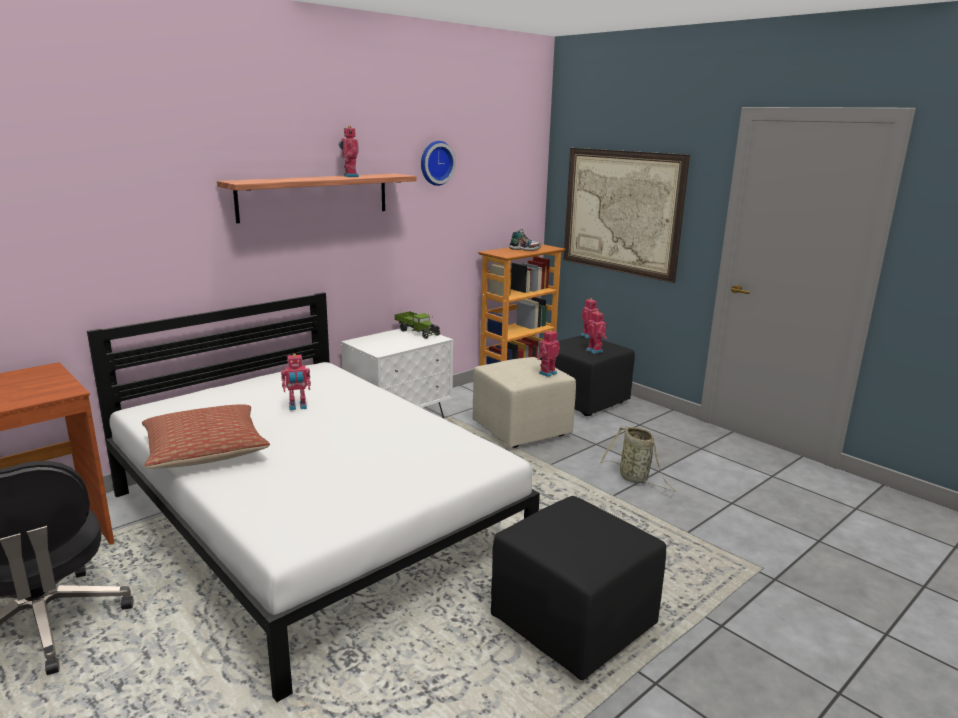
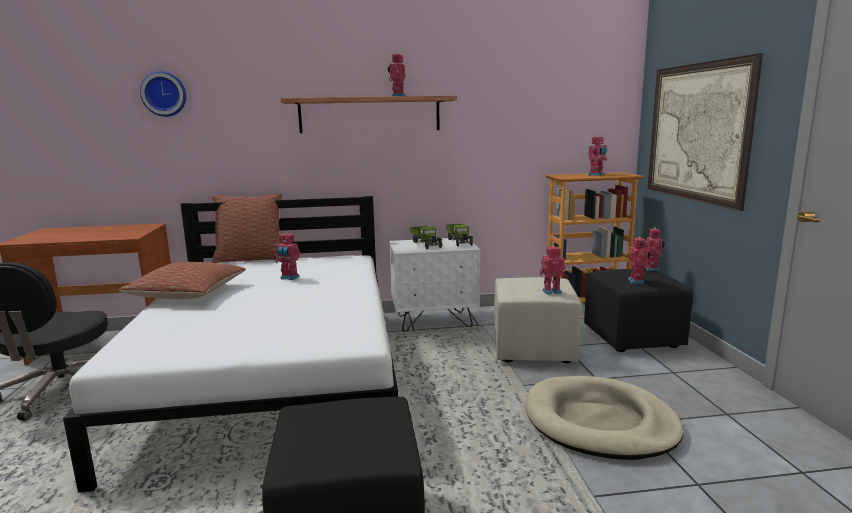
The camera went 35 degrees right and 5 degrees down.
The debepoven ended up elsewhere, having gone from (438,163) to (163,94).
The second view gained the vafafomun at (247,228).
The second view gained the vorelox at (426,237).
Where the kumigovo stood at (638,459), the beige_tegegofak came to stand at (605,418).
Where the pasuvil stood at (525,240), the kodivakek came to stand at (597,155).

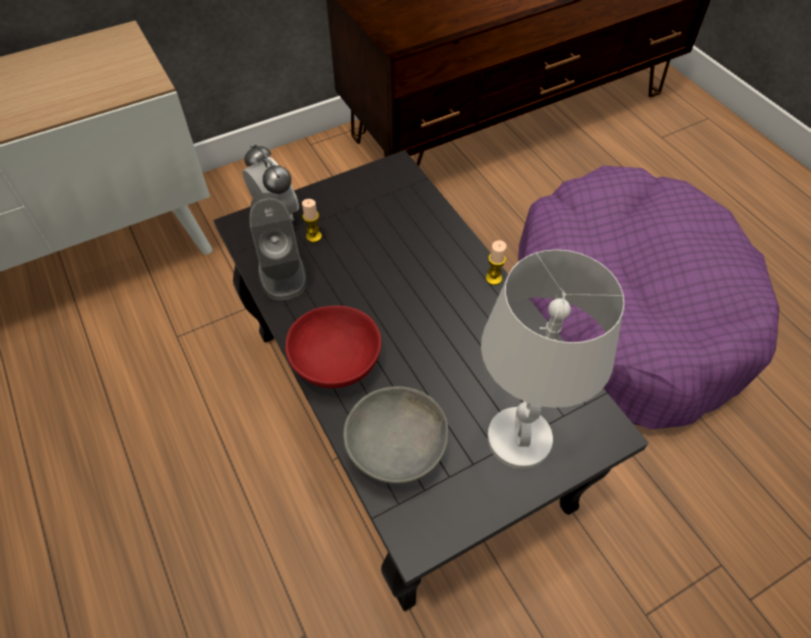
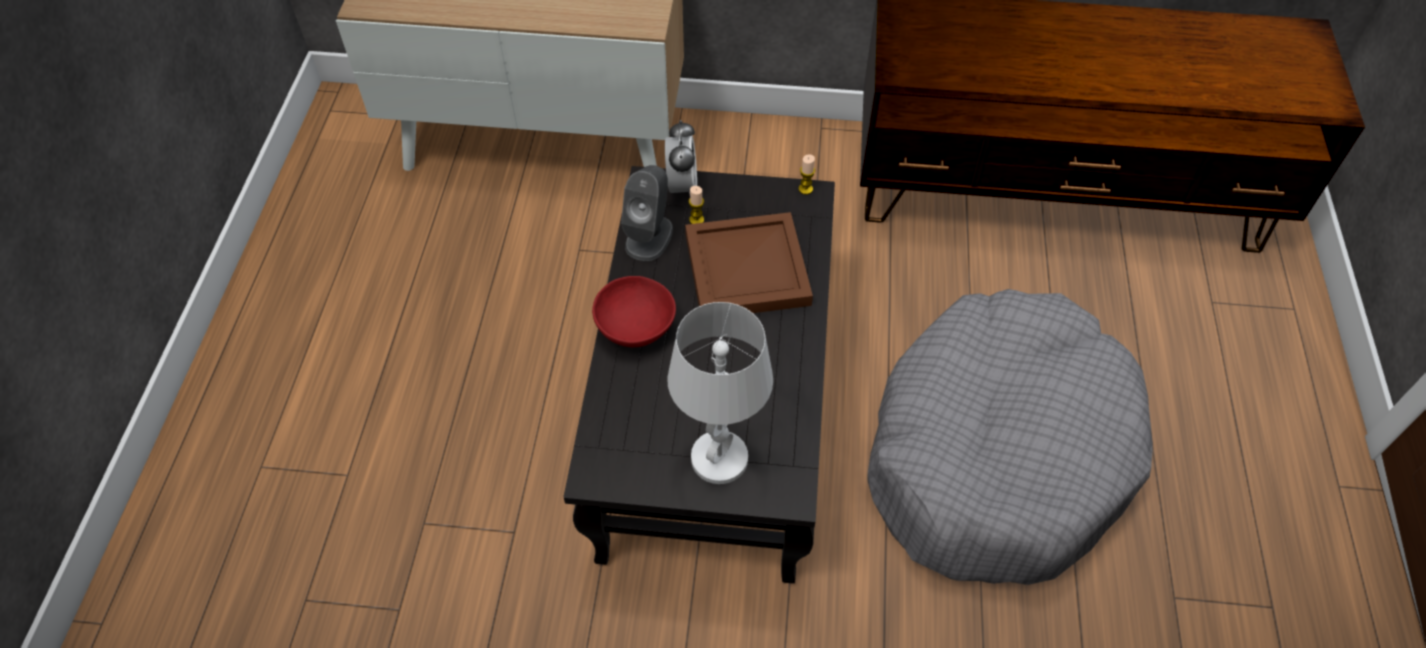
The camera went 35 degrees right and 0 degrees up.
The second view gained the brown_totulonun at (749,262).
The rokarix ended up elsewhere, having gone from (495,262) to (807,174).
What was the purple_tegegofak at (648,297) turned into the grey_tegegofak at (1010,437).
The second view lost the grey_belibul at (395,435).

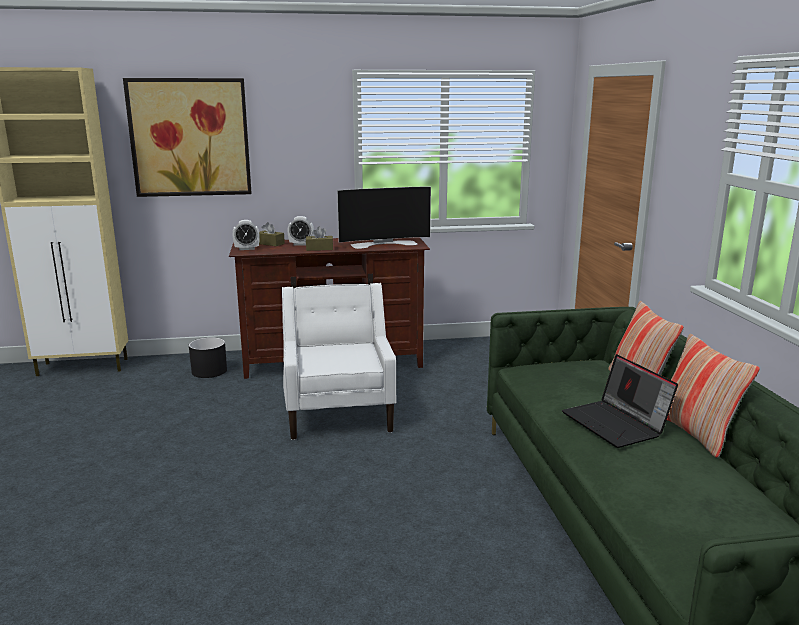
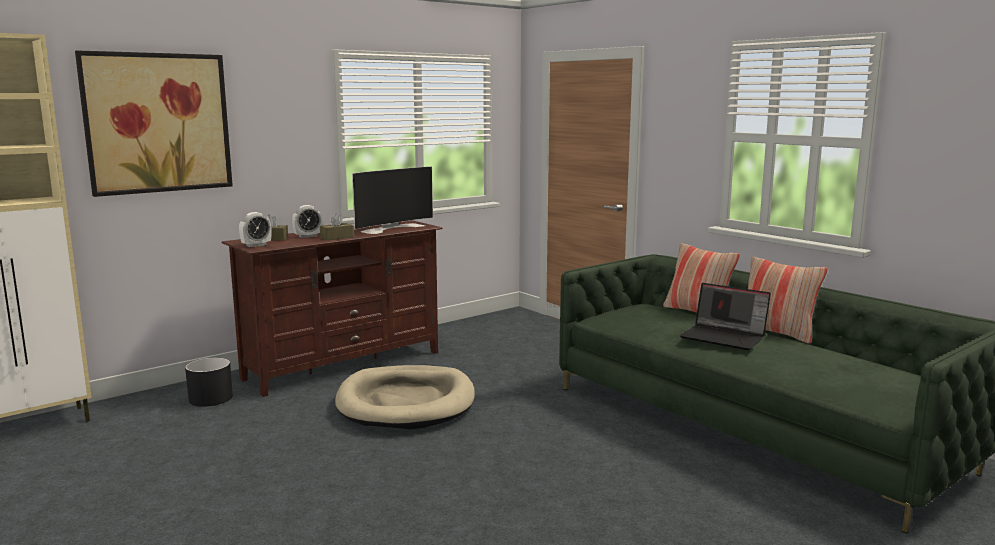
The camera went 30 degrees left and 5 degrees down.
Where the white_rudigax stood at (339,361), the beige_tegegofak came to stand at (405,397).

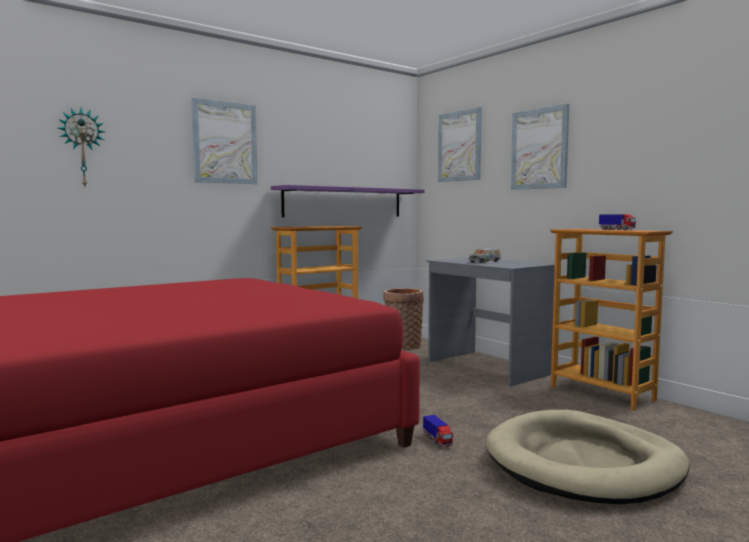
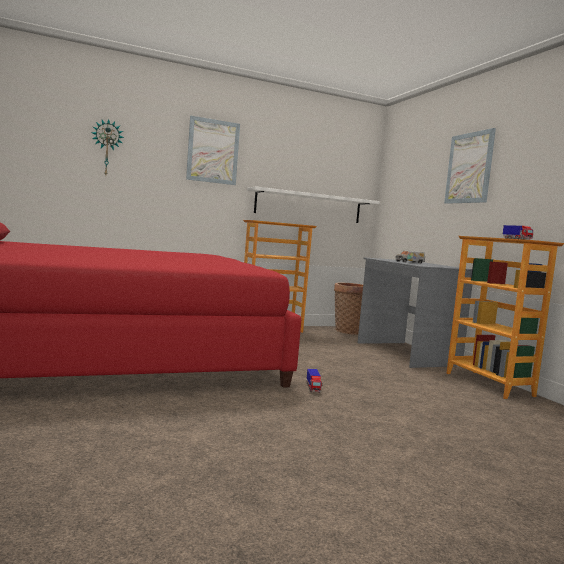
The camera went 15 degrees right and 0 degrees up.
What was the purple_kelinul at (347,201) turned into the white_kelinul at (313,204).
The second view lost the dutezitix at (460,144).
The second view lost the beige_tegegofak at (587,457).

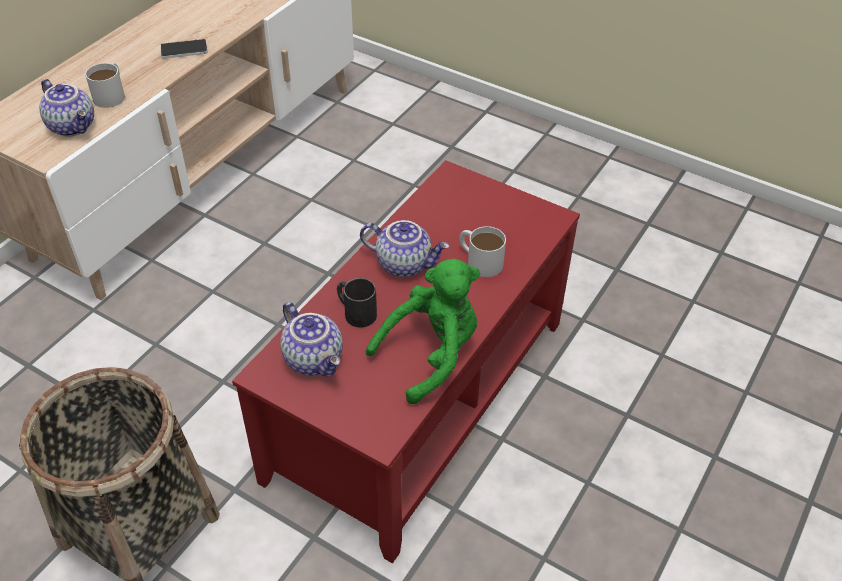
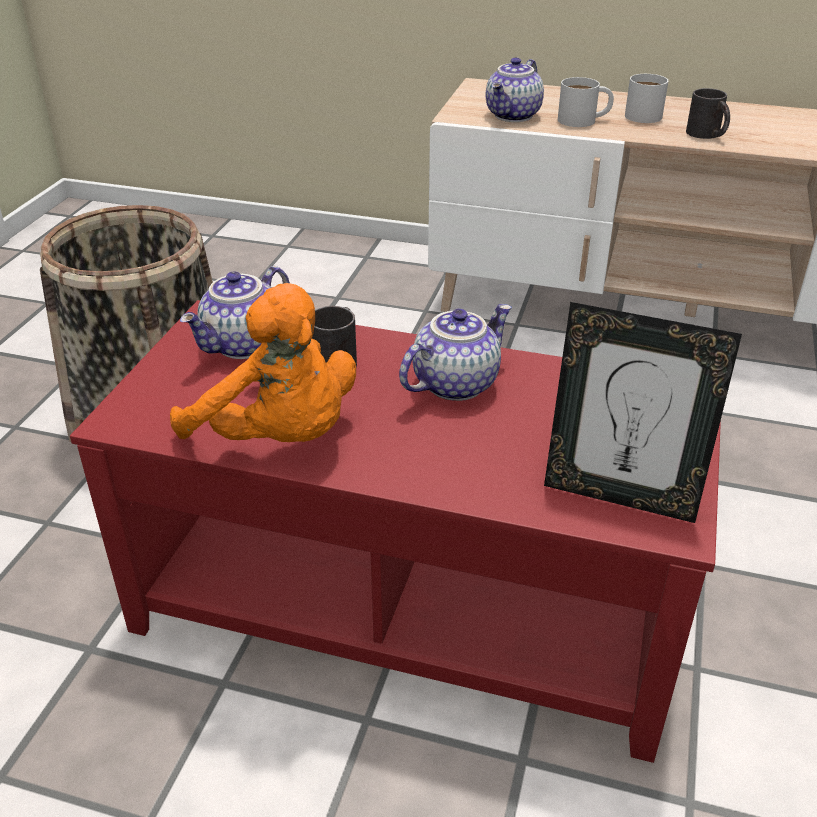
The camera went 75 degrees right and 10 degrees down.
What was the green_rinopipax at (423,331) turned into the orange_rinopipax at (263,362).
The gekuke at (404,248) ended up facing another way, 135 degrees counterclockwise from before.
The second view gained the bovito at (643,412).
The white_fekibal ended up elsewhere, having gone from (482,251) to (646,98).
Where the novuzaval stood at (184,49), the black_fekibal came to stand at (708,113).

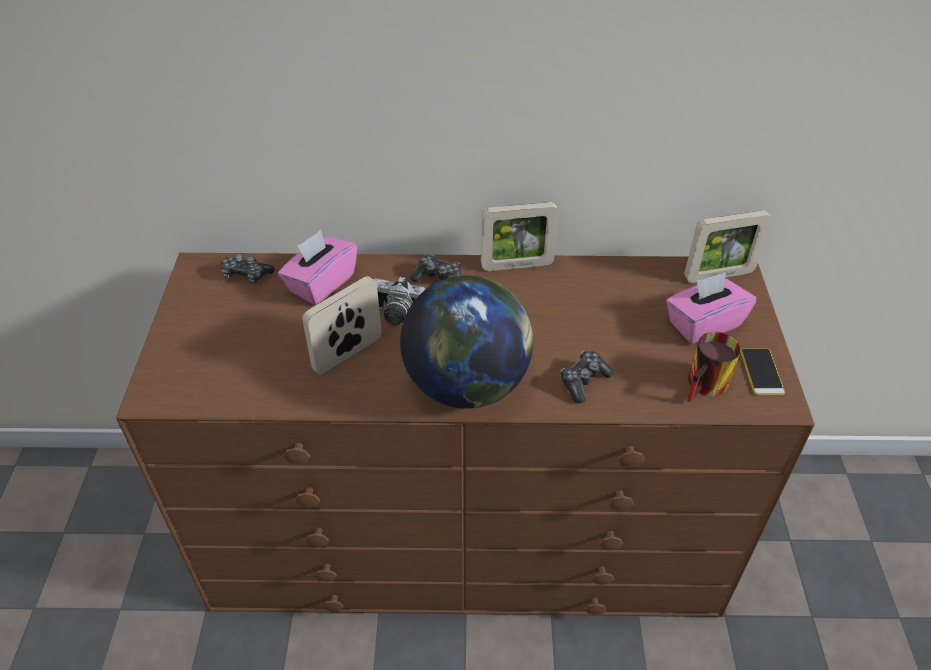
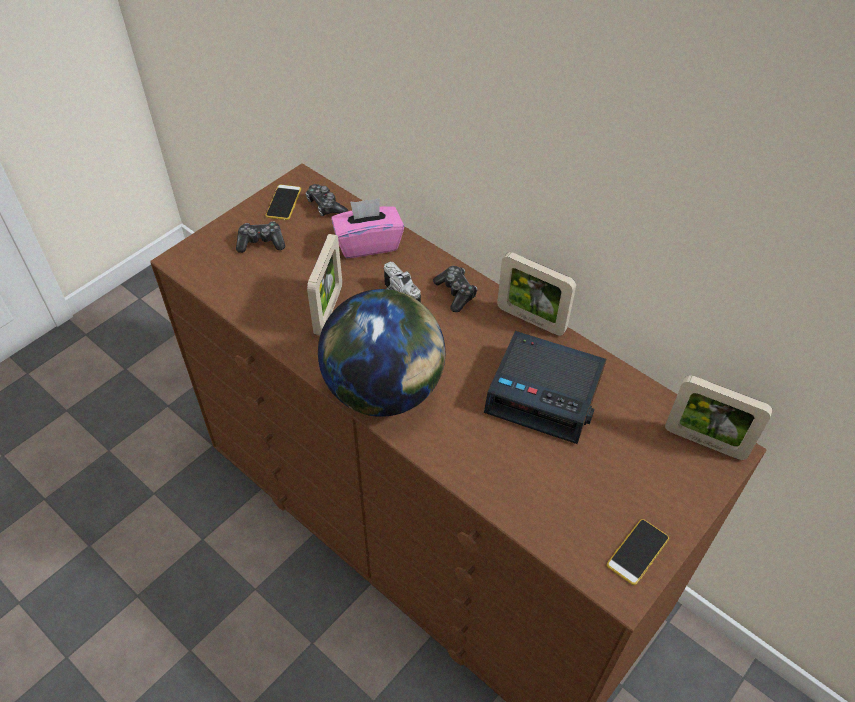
The camera went 40 degrees right and 5 degrees up.
The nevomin ended up elsewhere, having gone from (587,377) to (260,237).
The second view gained the novuzaval at (283,202).
The bovito at (342,325) ended up facing another way, 105 degrees clockwise from before.
The second view gained the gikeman at (545,387).
The second view lost the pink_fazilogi at (711,308).
The second view lost the fekibal at (714,367).

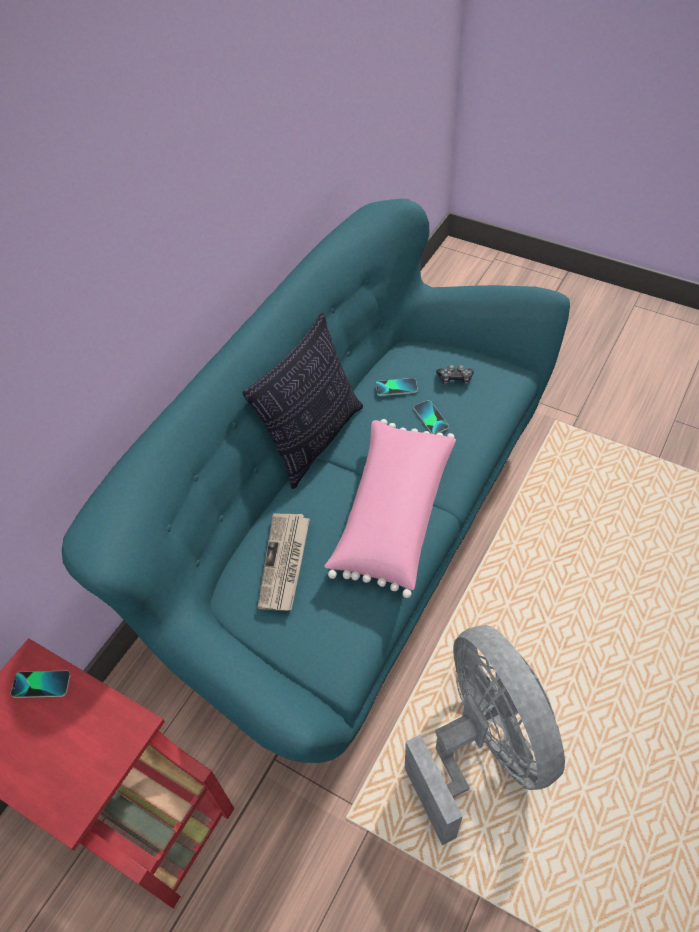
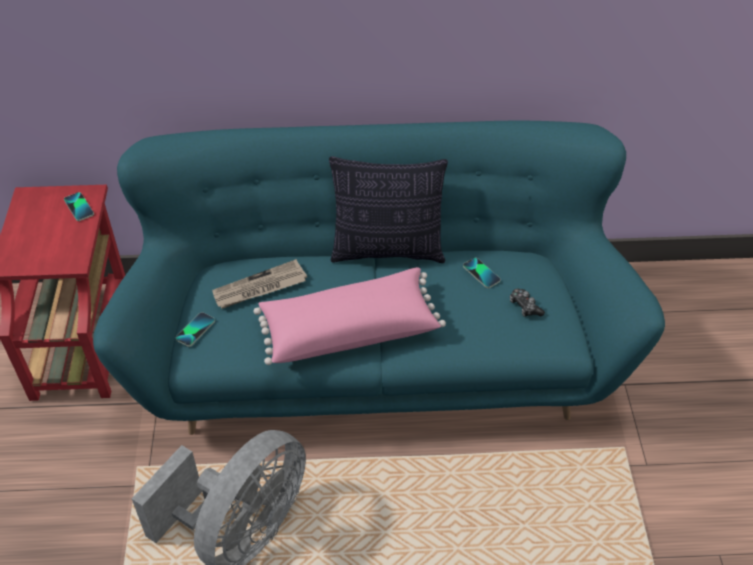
The camera went 55 degrees right and 5 degrees down.
The novuzaval ended up elsewhere, having gone from (431,417) to (195,329).

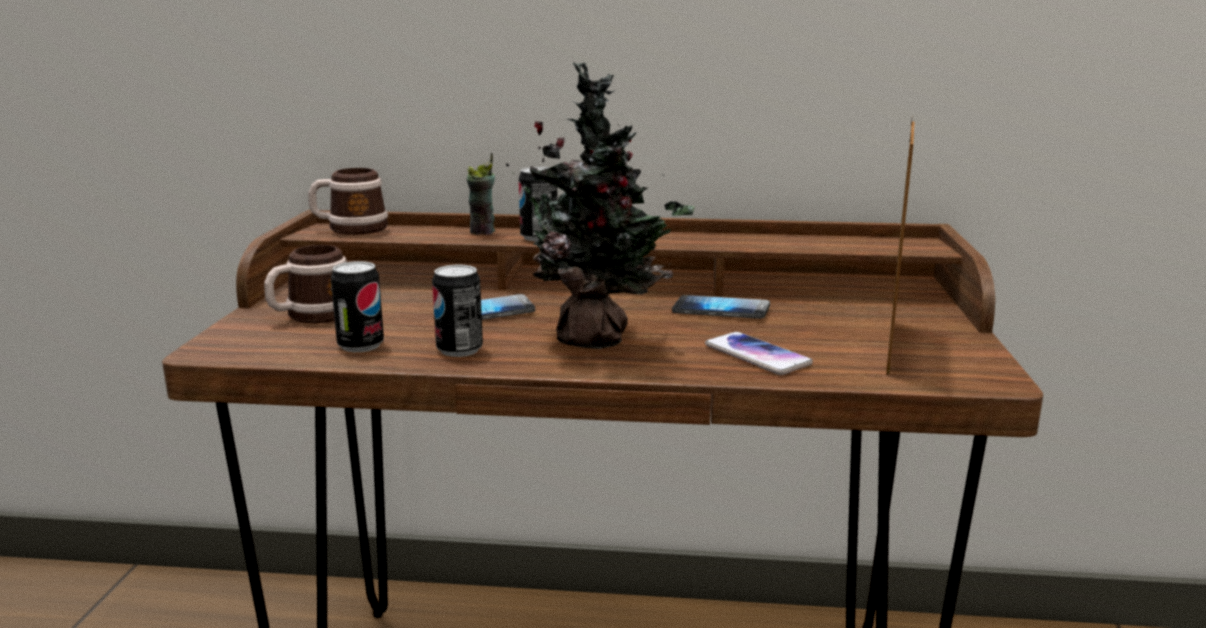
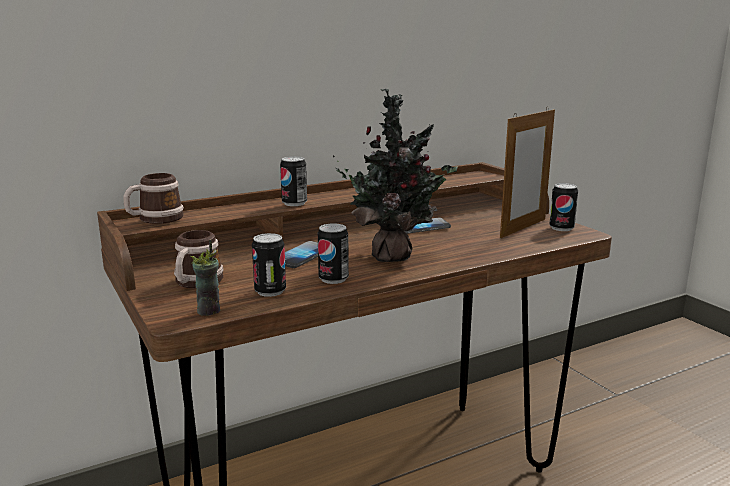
The camera went 35 degrees left and 0 degrees up.
The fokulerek ended up elsewhere, having gone from (481,194) to (205,278).
The bovito at (900,247) ended up facing another way, 60 degrees clockwise from before.
The second view gained the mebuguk at (563,207).
The second view lost the novuzaval at (759,353).

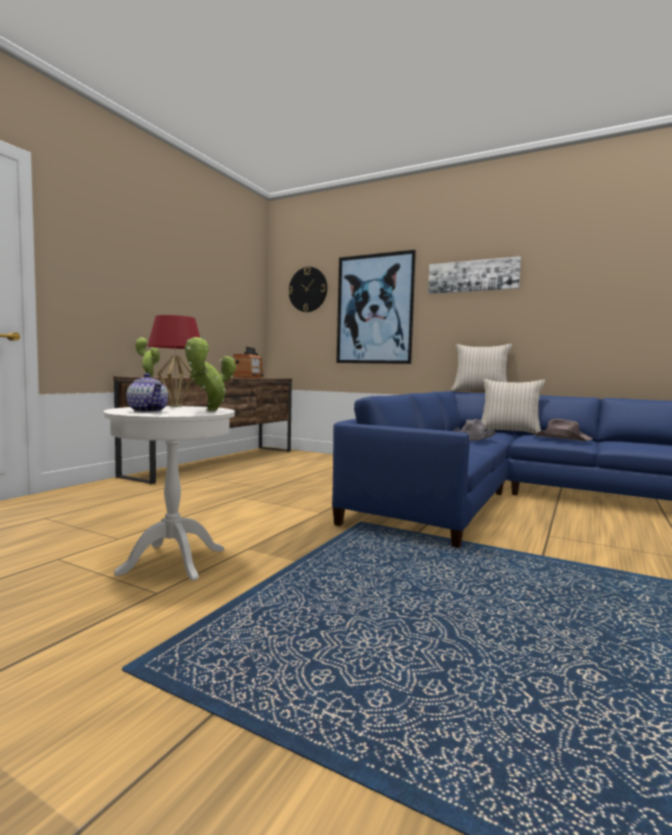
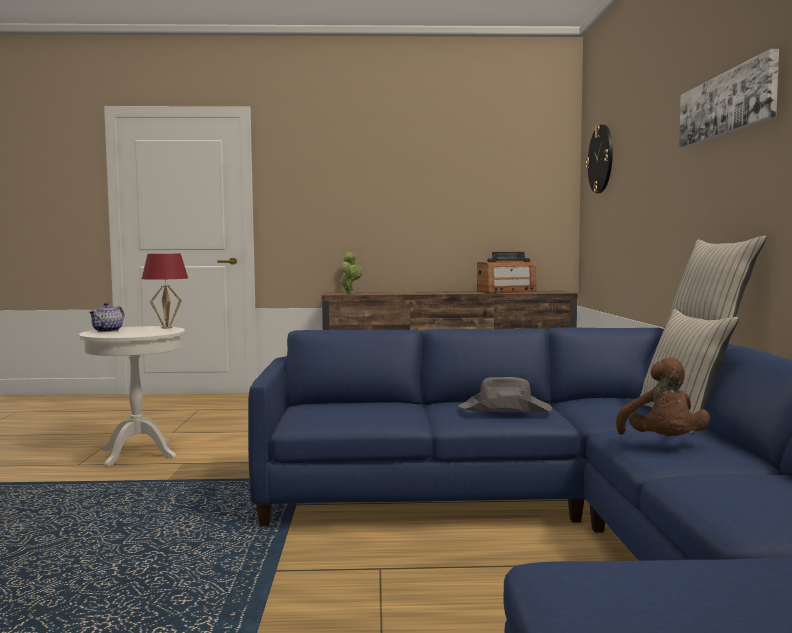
The camera went 60 degrees right and 0 degrees up.
Where the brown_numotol stood at (563,430), the brown_rinopipax came to stand at (663,396).
The second view lost the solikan at (210,374).
The second view lost the dutezitix at (376,307).

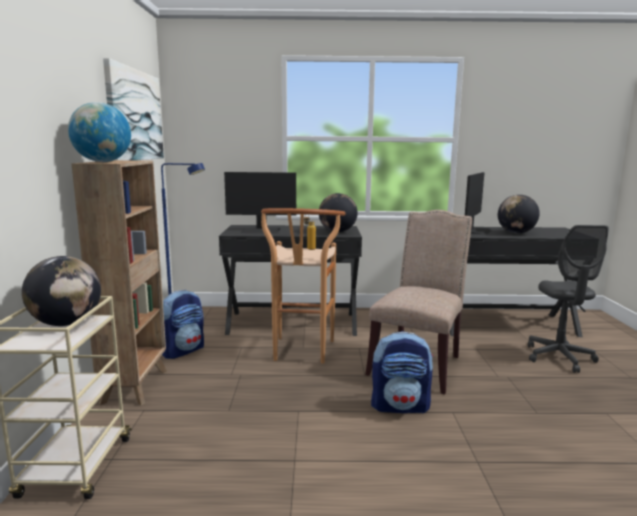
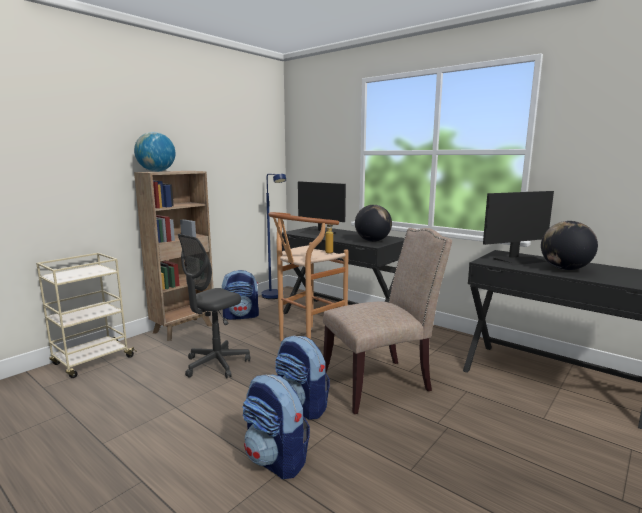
The camera went 40 degrees right and 0 degrees up.
The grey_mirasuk ended up elsewhere, having gone from (568,299) to (214,306).
The second view gained the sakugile at (276,426).
The second view lost the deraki at (61,291).
The second view lost the dutezitix at (133,109).

